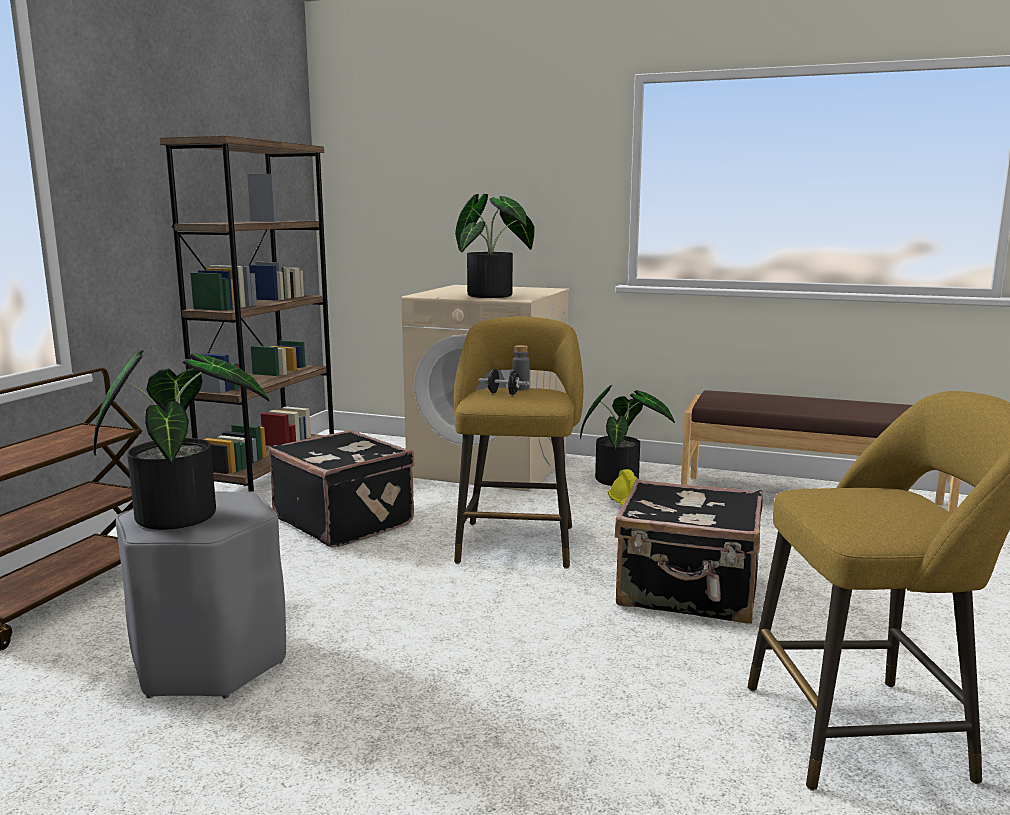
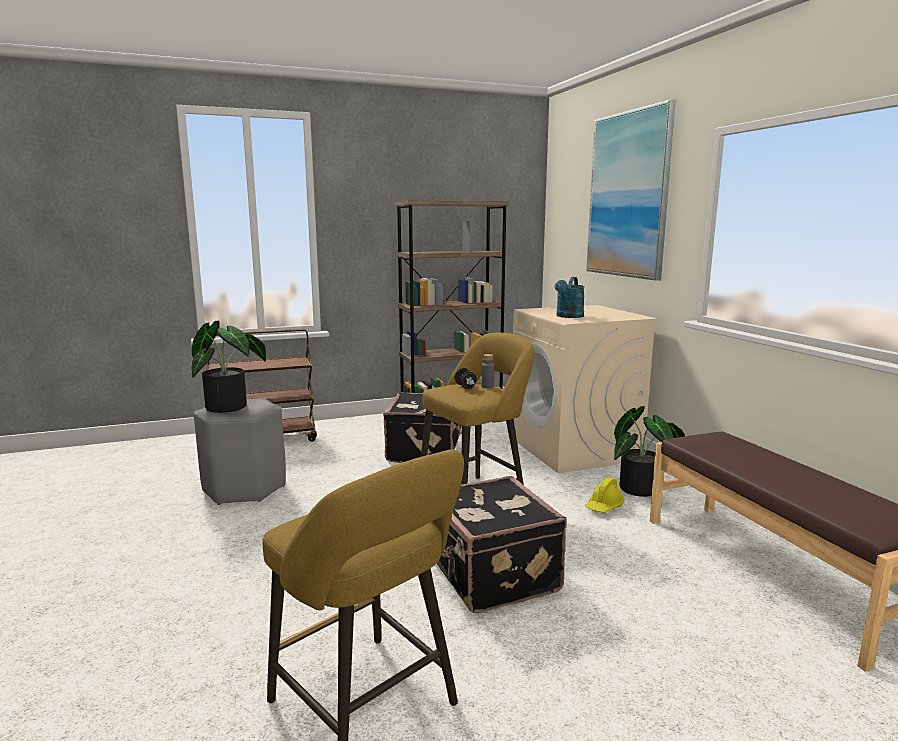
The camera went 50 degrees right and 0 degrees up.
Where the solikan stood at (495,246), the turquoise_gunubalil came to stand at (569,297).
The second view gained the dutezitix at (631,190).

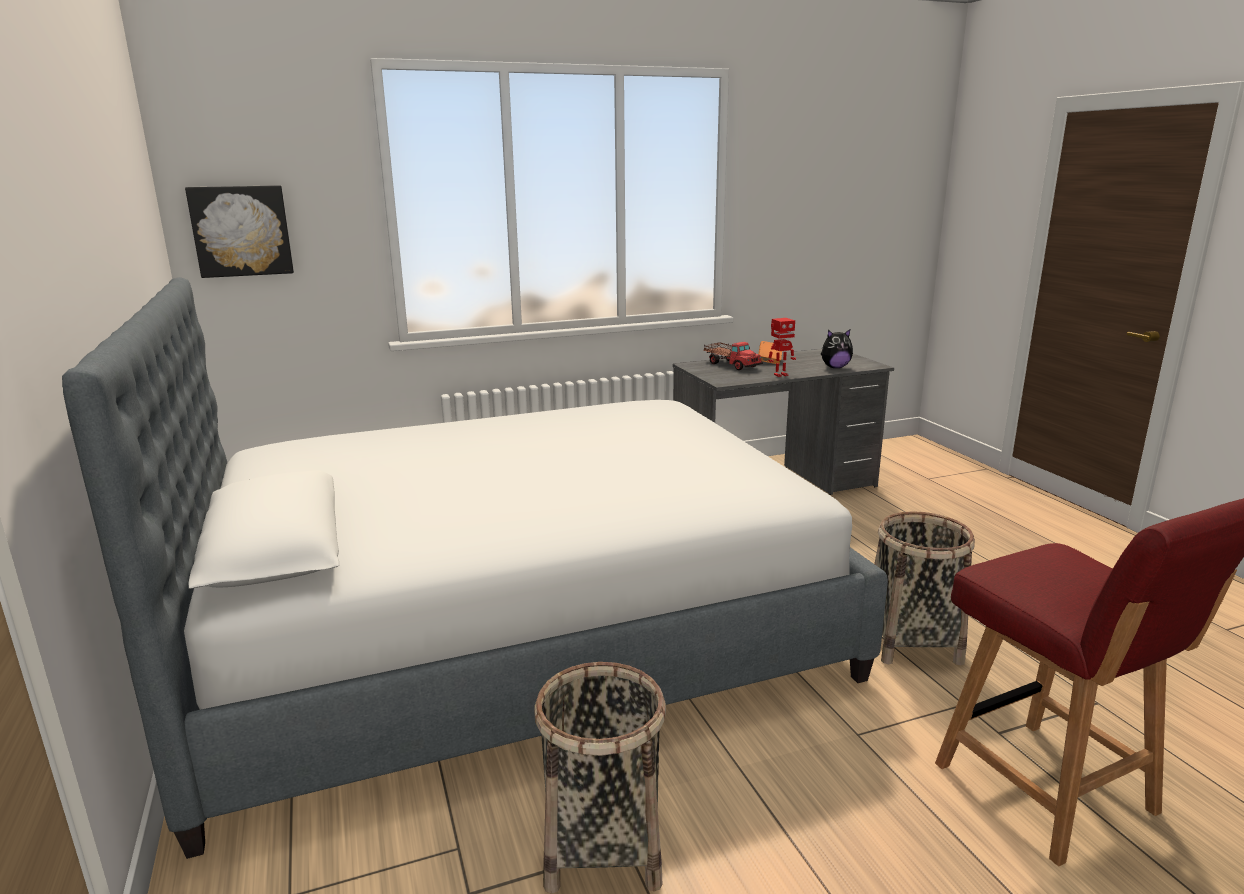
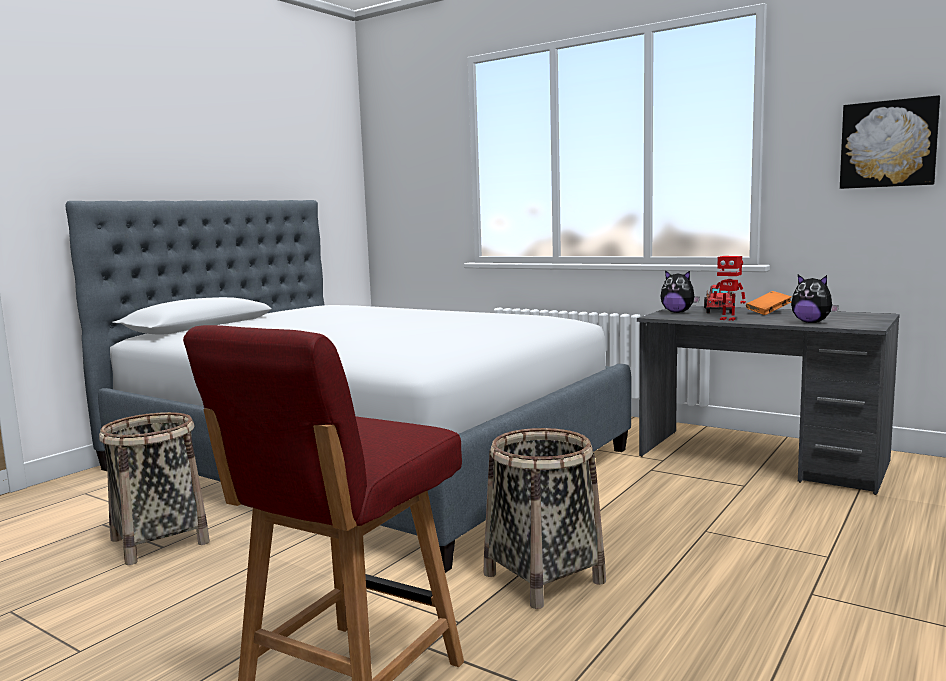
The camera went 55 degrees right and 10 degrees down.
The second view gained the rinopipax at (680,291).
The dutezitix ended up elsewhere, having gone from (239,231) to (890,142).

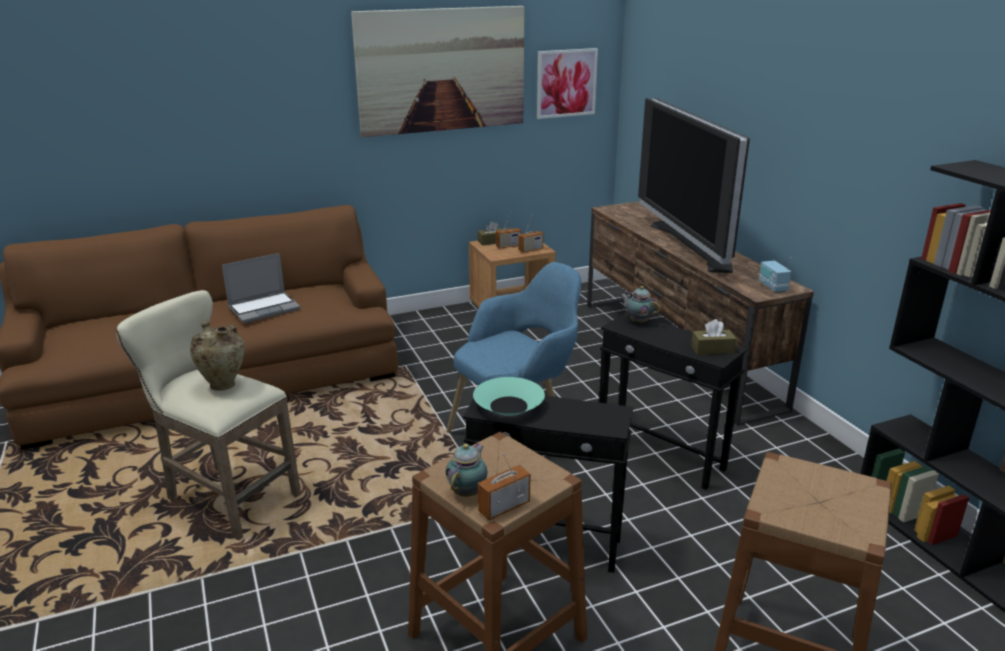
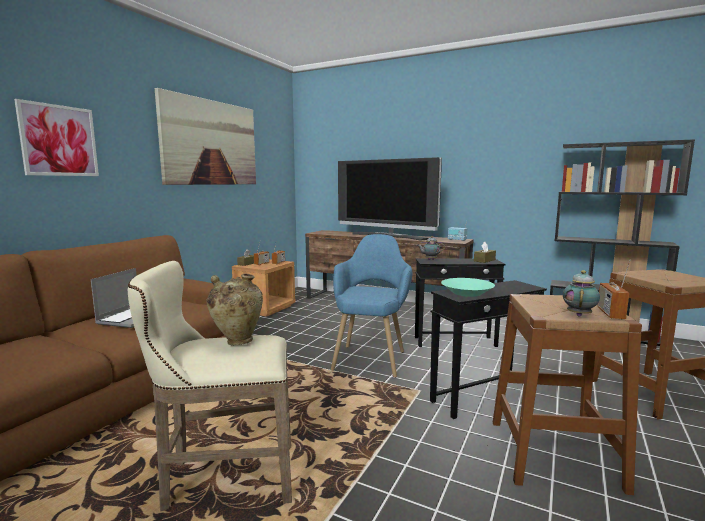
The camera went 40 degrees left and 15 degrees down.
The dutezitix ended up elsewhere, having gone from (567,83) to (56,137).
The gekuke at (467,470) ended up facing another way, 45 degrees clockwise from before.

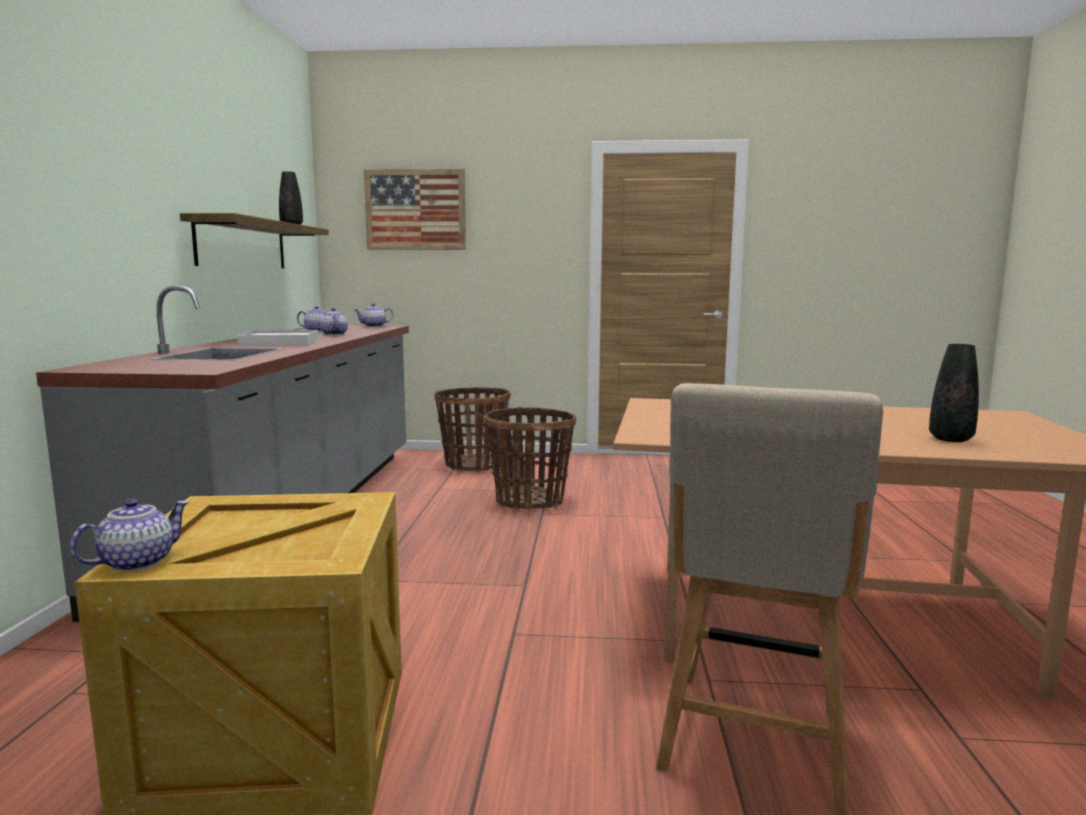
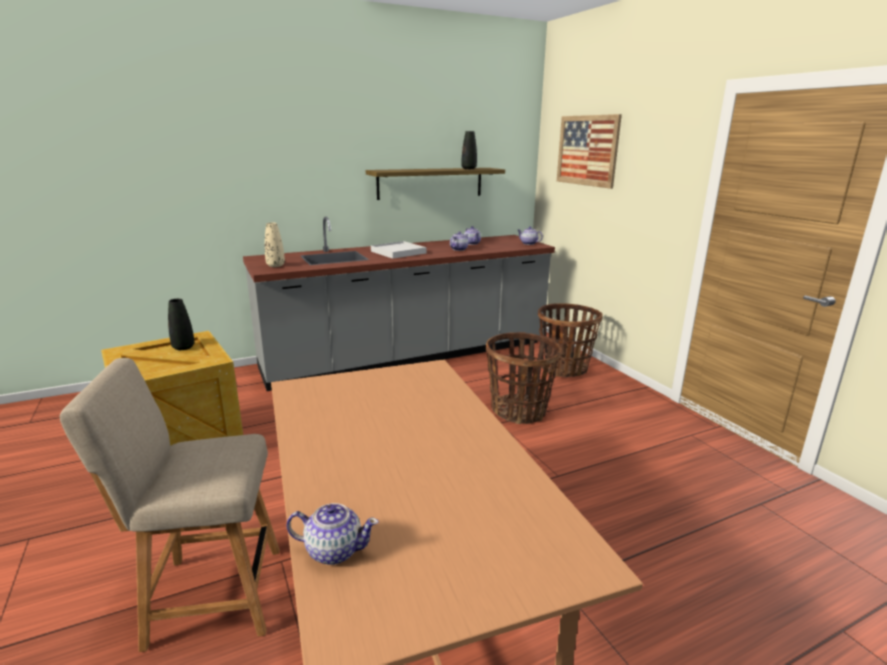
The camera went 60 degrees right and 10 degrees up.
The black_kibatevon ended up elsewhere, having gone from (954,393) to (181,324).
The second view gained the beige_kibatevon at (275,245).
The gekuke ended up elsewhere, having gone from (129,535) to (332,534).

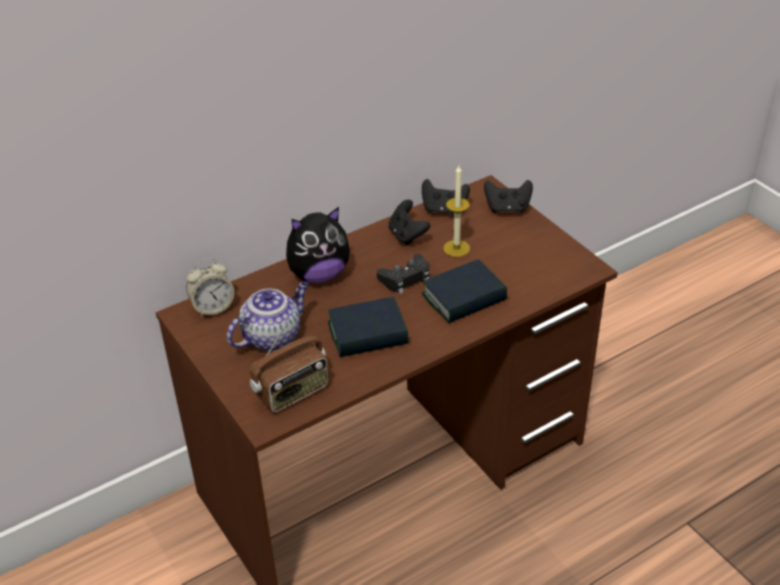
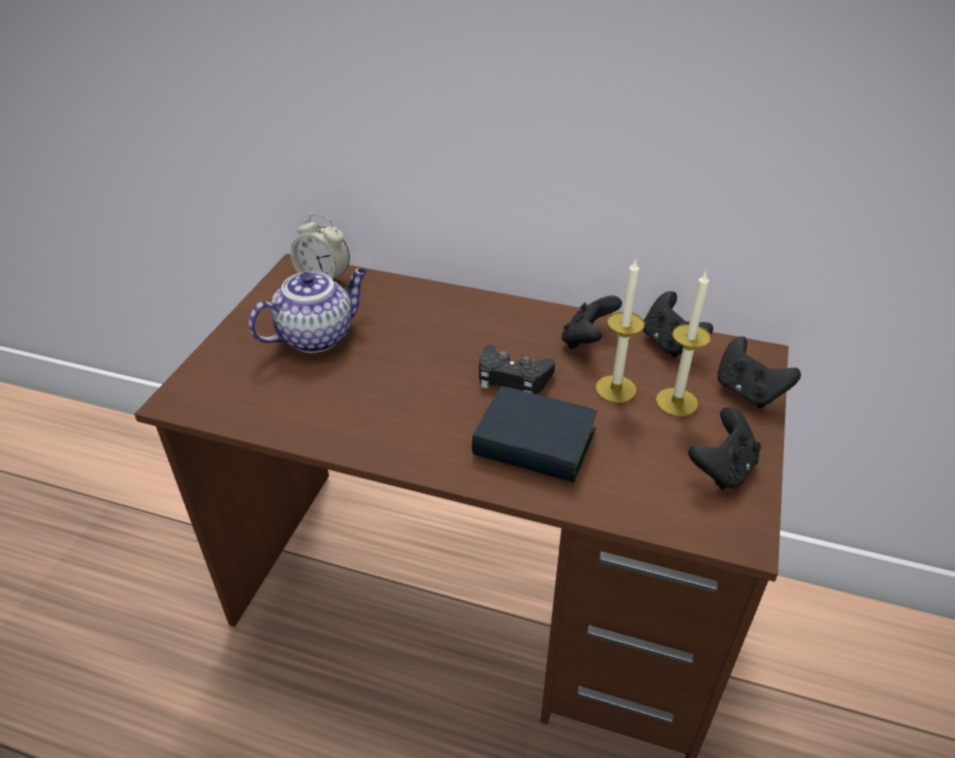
The camera went 50 degrees right and 0 degrees up.
The gekuke at (268,316) ended up facing another way, 45 degrees counterclockwise from before.
The second view gained the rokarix at (683,343).
The second view gained the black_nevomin at (724,448).
The second view lost the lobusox at (289,366).
The second view lost the rinopipax at (318,245).
The second view lost the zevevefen at (368,327).

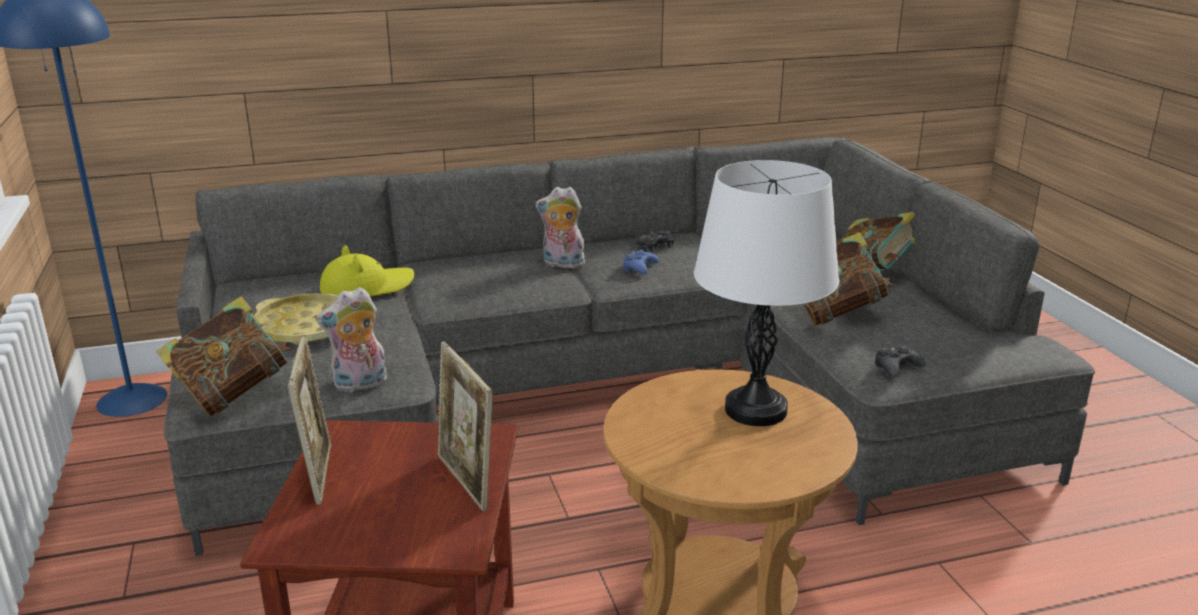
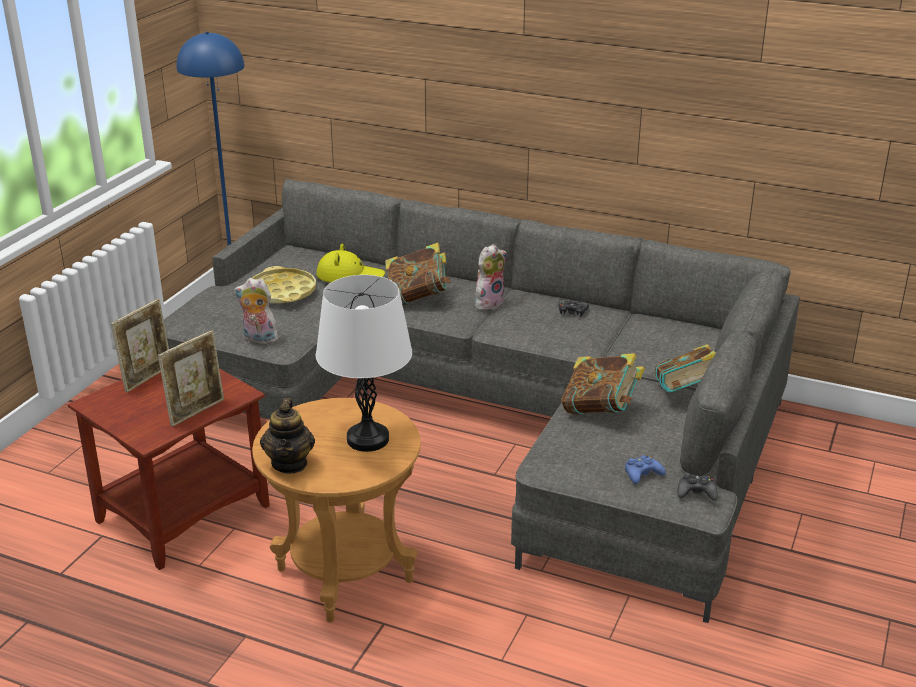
The camera went 40 degrees right and 5 degrees up.
The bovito at (465,426) ended up facing another way, 150 degrees counterclockwise from before.
The second view gained the gekuke at (287,436).
The zevevefen ended up elsewhere, having gone from (223,356) to (418,273).
The rinopipax at (562,227) ended up facing another way, 90 degrees clockwise from before.
The blue_nevomin ended up elsewhere, having gone from (641,262) to (645,469).
The black_nevomin ended up elsewhere, having gone from (900,360) to (697,487).

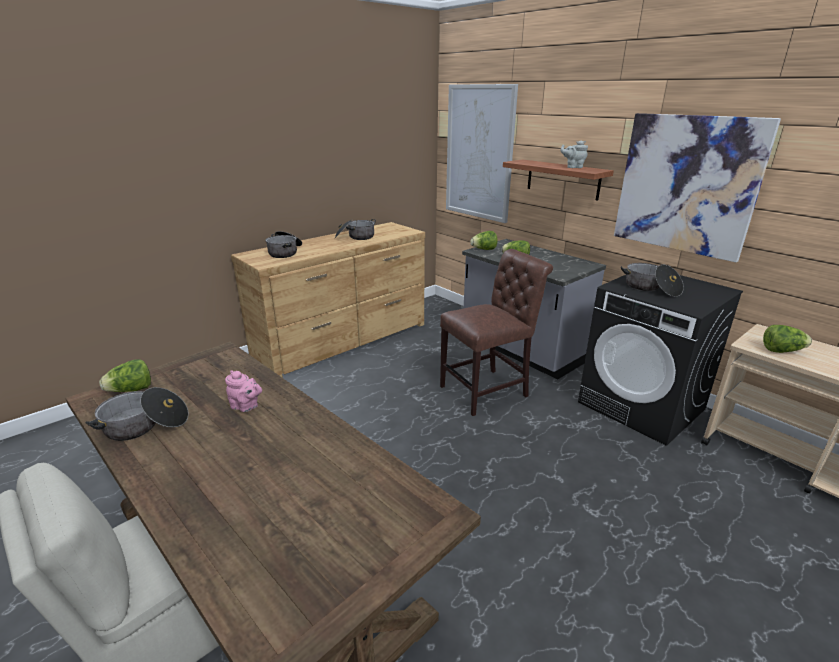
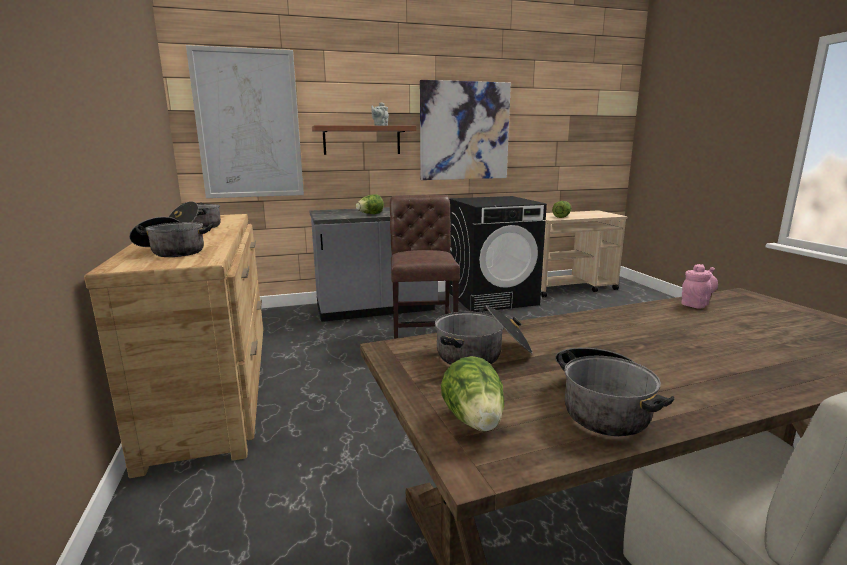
The camera went 65 degrees left and 10 degrees down.
The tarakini ended up elsewhere, having gone from (652,280) to (484,335).
The pink_gekuke ended up elsewhere, having gone from (243,391) to (699,286).
The second view lost the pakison at (483,240).

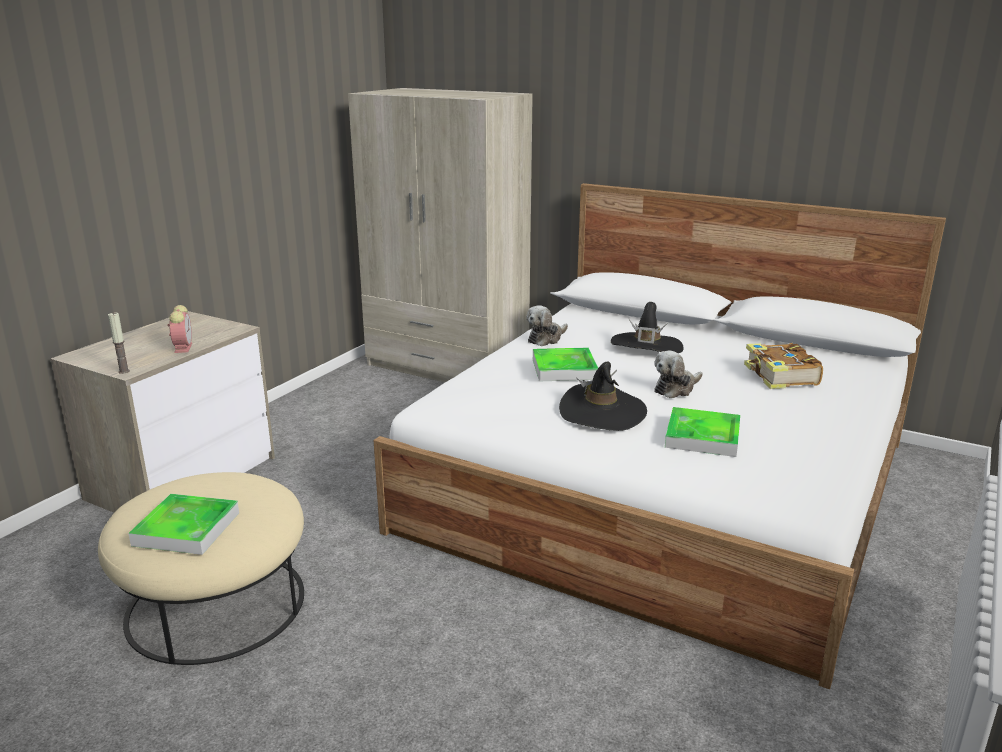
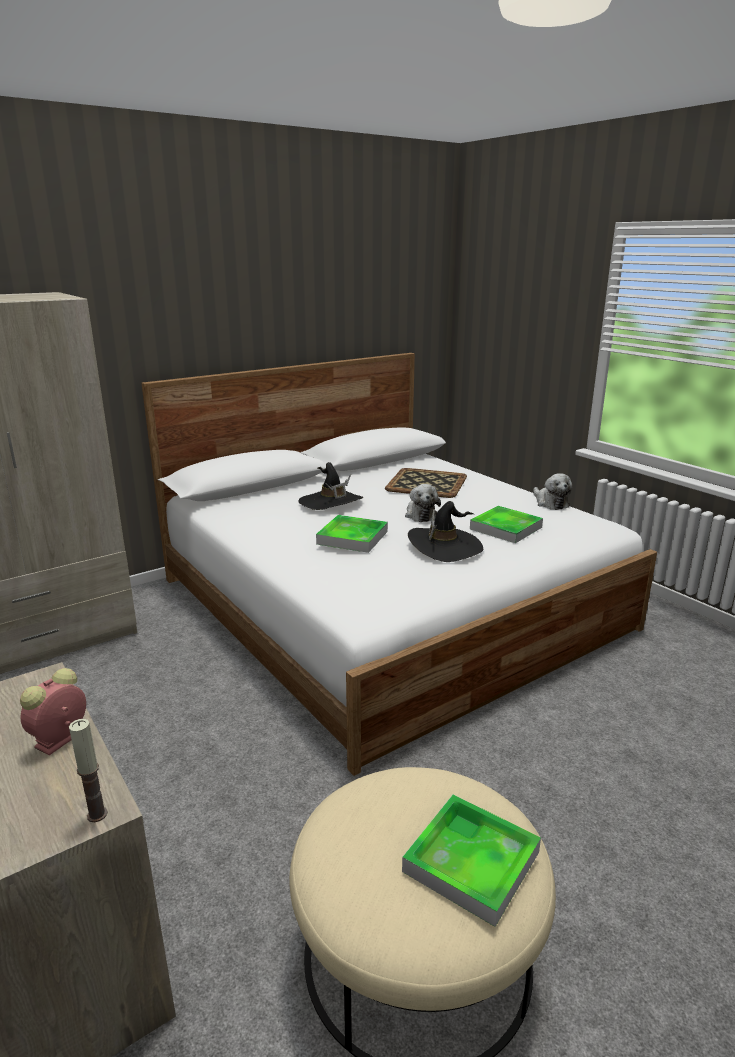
The camera went 65 degrees left and 0 degrees up.
The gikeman at (179,329) ended up facing another way, 75 degrees counterclockwise from before.
Where the zevevefen stood at (783,366), the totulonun came to stand at (426,483).
The rinopipax ended up elsewhere, having gone from (547,325) to (552,491).

